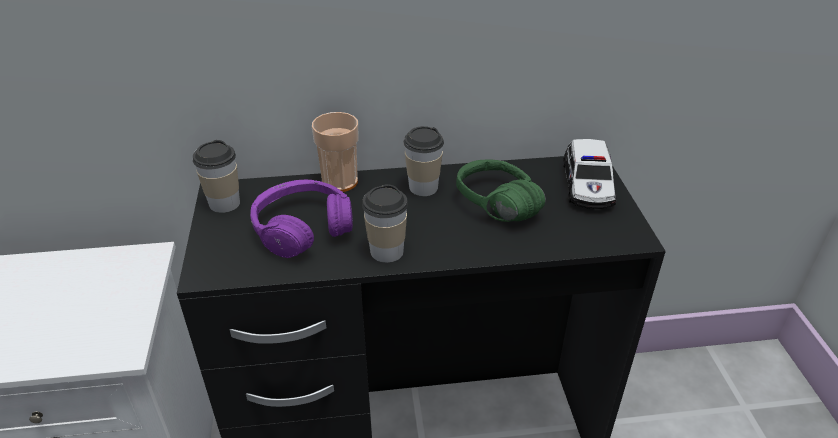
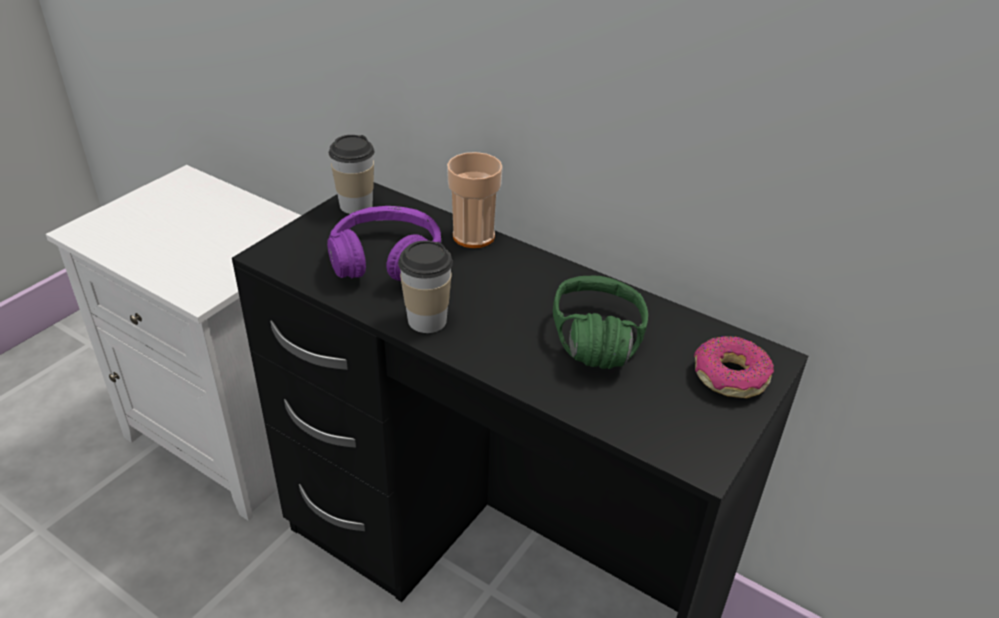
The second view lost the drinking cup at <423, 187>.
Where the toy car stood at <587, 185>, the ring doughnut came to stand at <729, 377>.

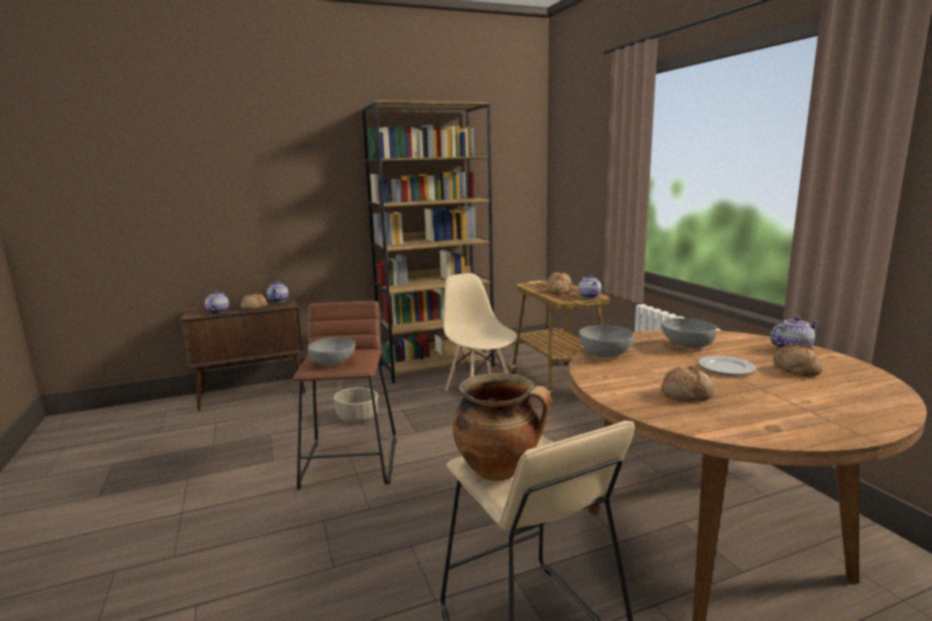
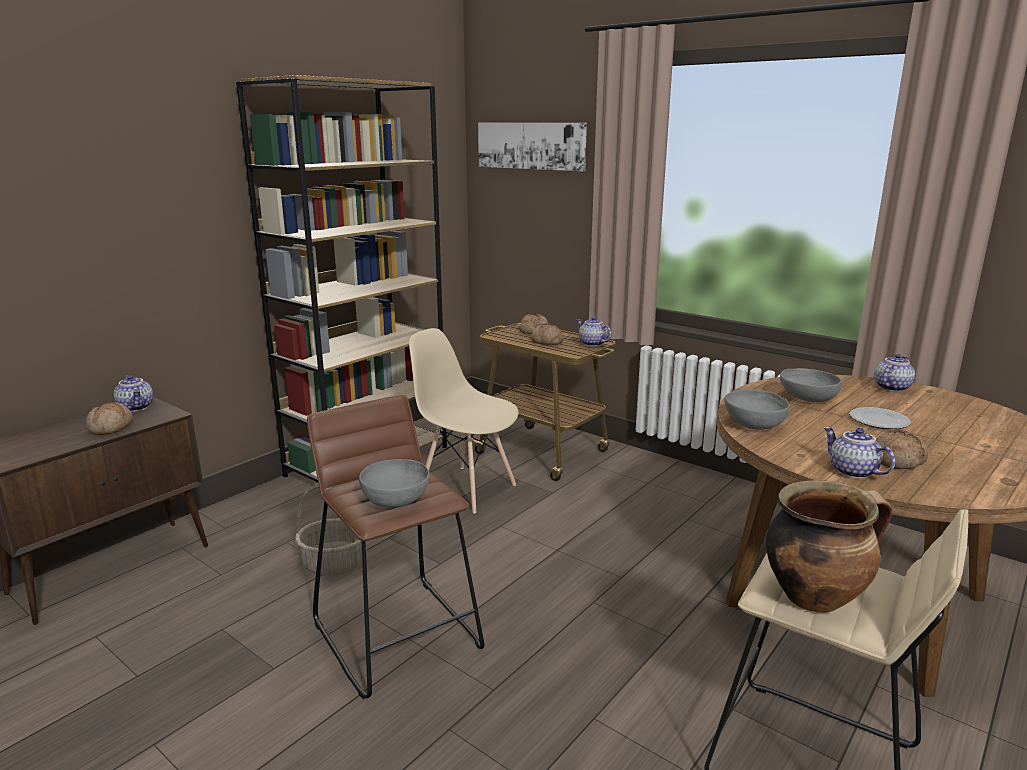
The teapot ended up elsewhere, having gone from <217, 312> to <851, 471>.
The second view lost the bread at <795, 369>.
The second view gained the wall art at <531, 145>.

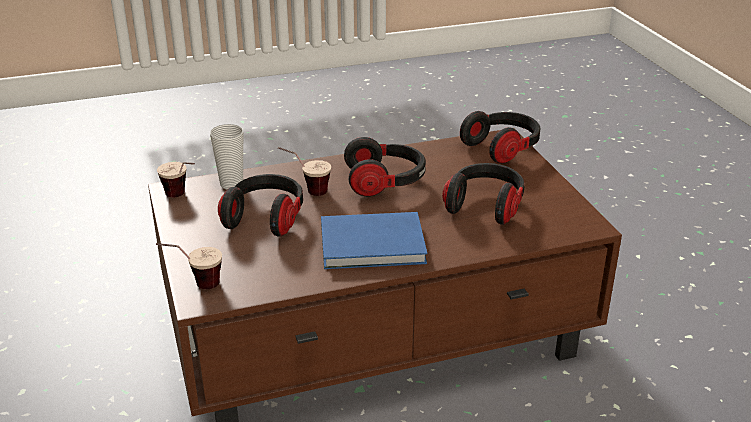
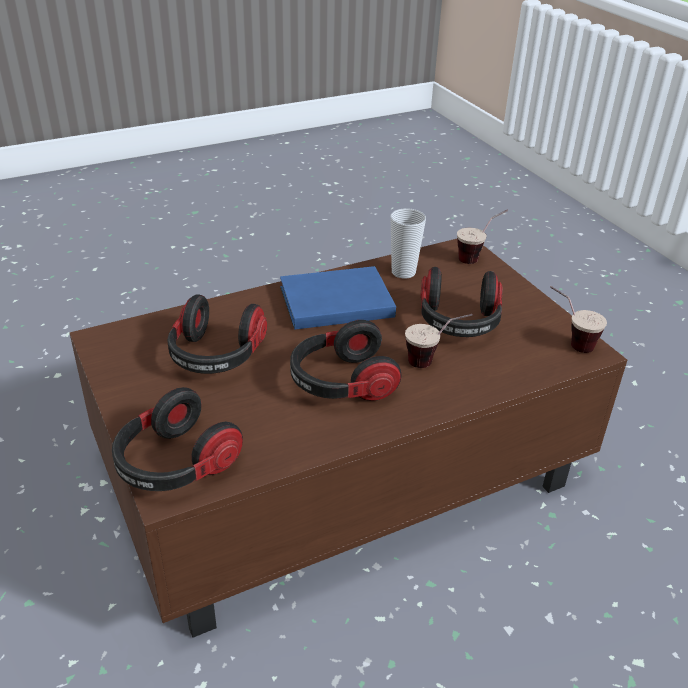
The drinking cup ended up elsewhere, having gone from <231, 184> to <403, 272>.

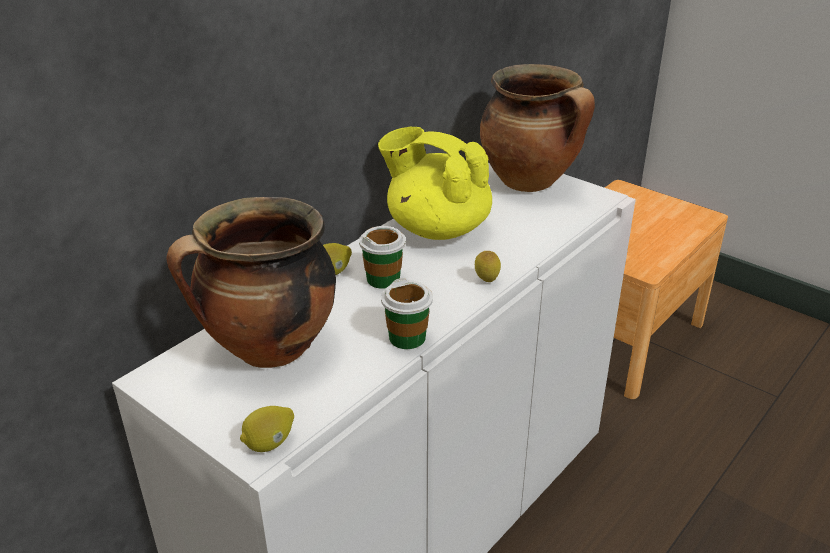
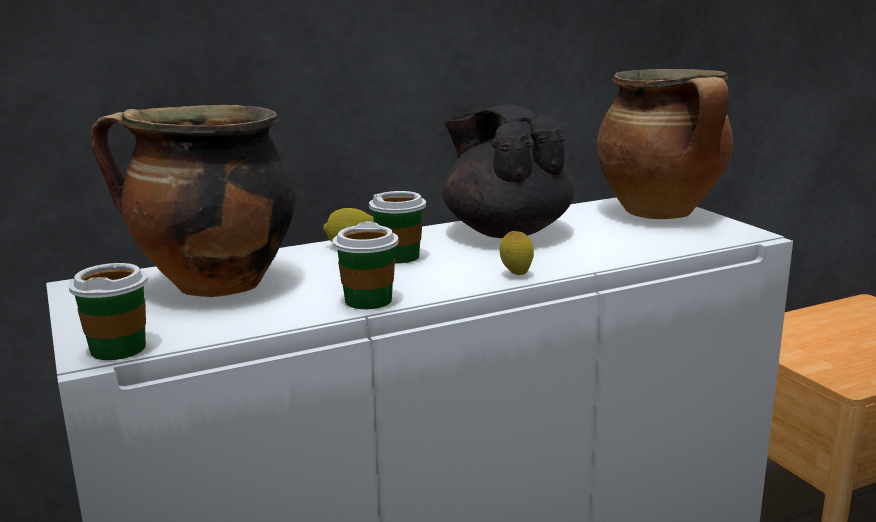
What was the yellowish teapot at <436, 228> turned into the black-coloured teapot at <506, 231>.
Where the citrus fruit stood at <269, 443>, the drinking cup came to stand at <118, 348>.

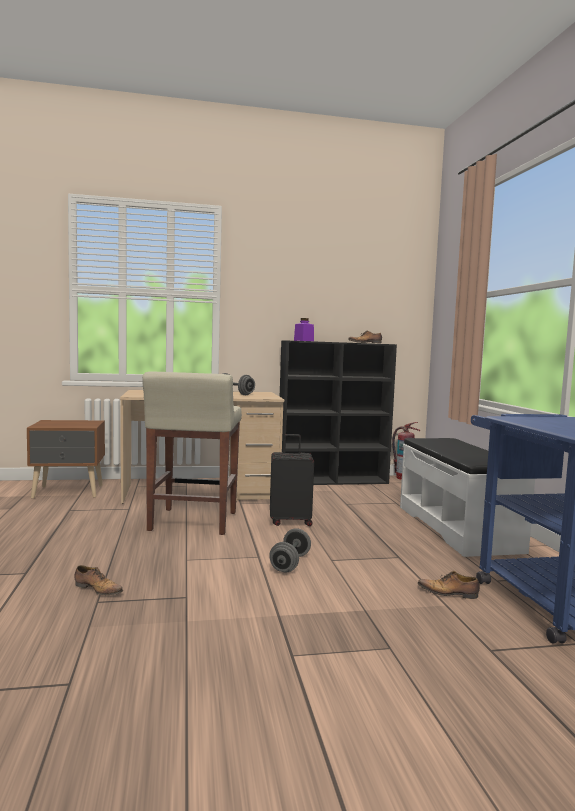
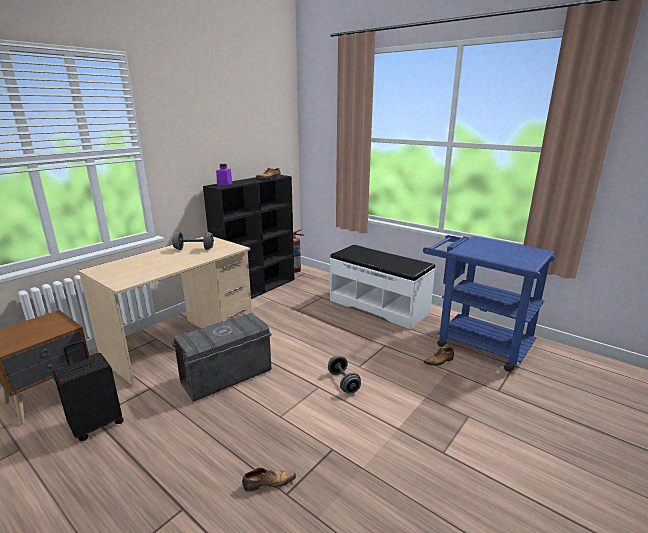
Where the beige-coloured stool seat stood at <193, 522>, the gray storage box came to stand at <226, 377>.
The black-coloured travel case ended up elsewhere, having gone from <290, 521> to <97, 424>.

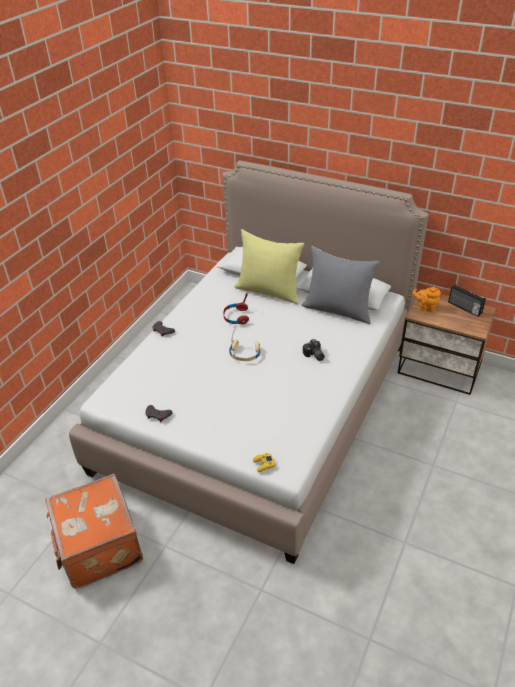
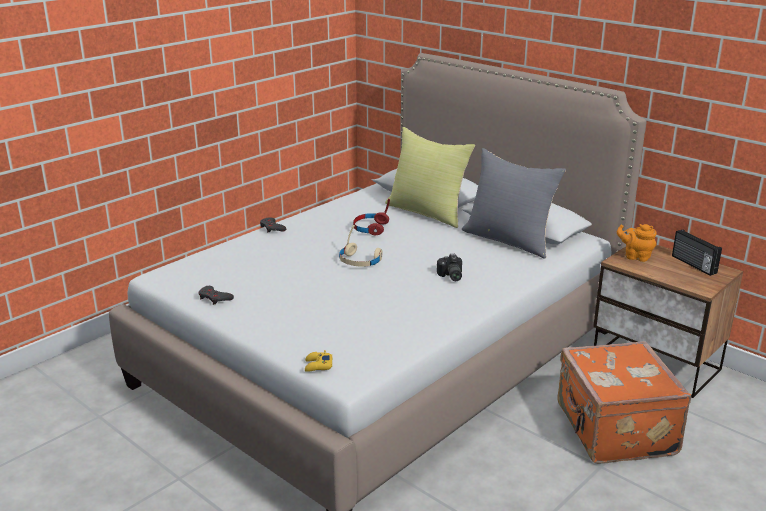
The orangey travel case ended up elsewhere, having gone from <98, 547> to <613, 430>.

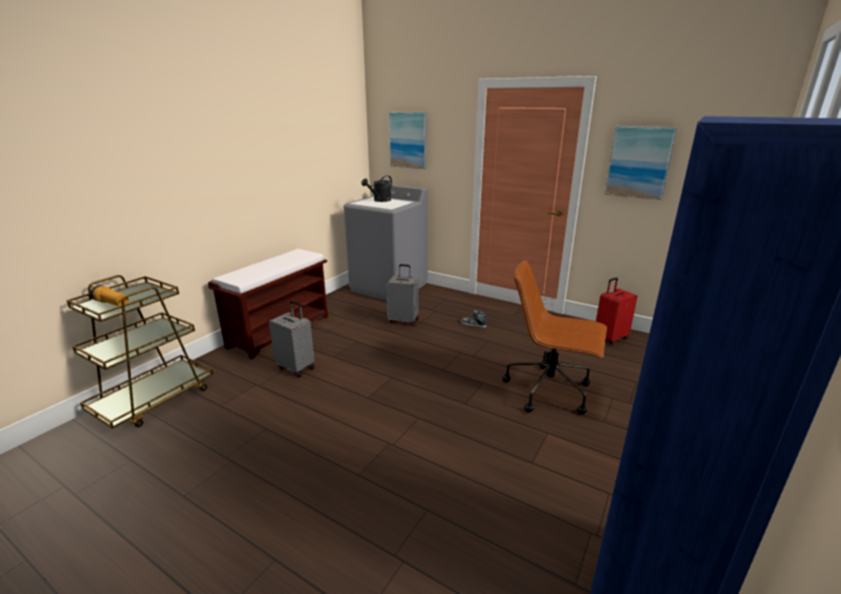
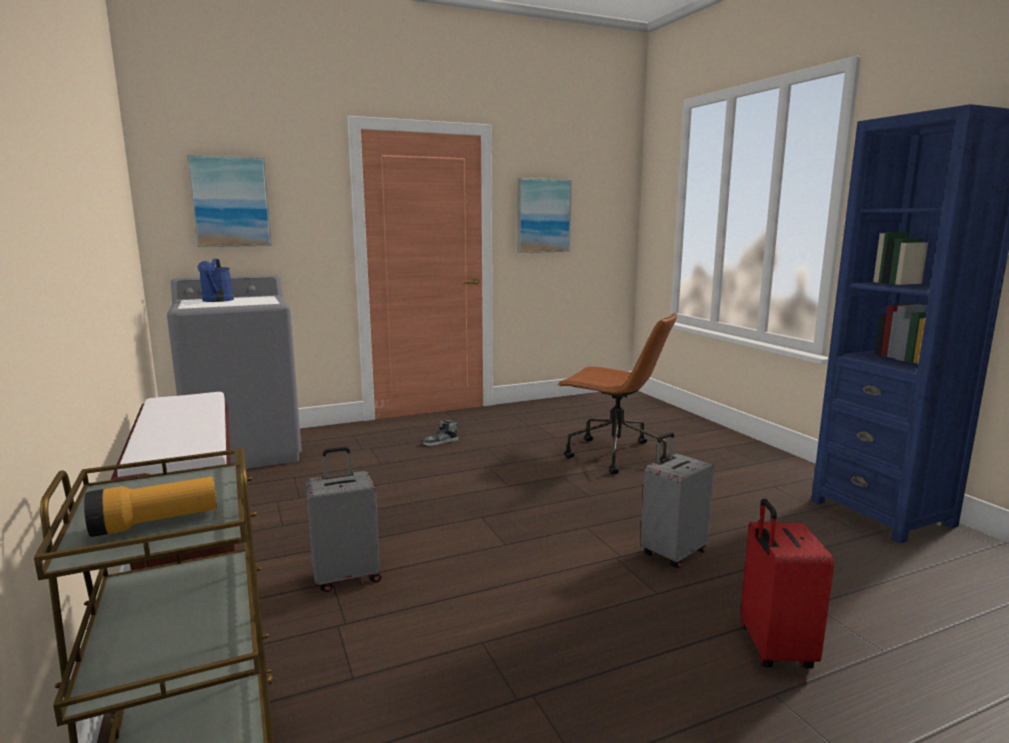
What was the black-coloured sprinkling can at <379, 200> turned into the bluish sprinkling can at <217, 301>.
The brown office chair at <549, 390> ended up facing another way, 120 degrees counterclockwise from before.
The gray travel case ended up elsewhere, having gone from <404, 320> to <672, 553>.
The reddish travel case ended up elsewhere, having gone from <610, 337> to <773, 648>.

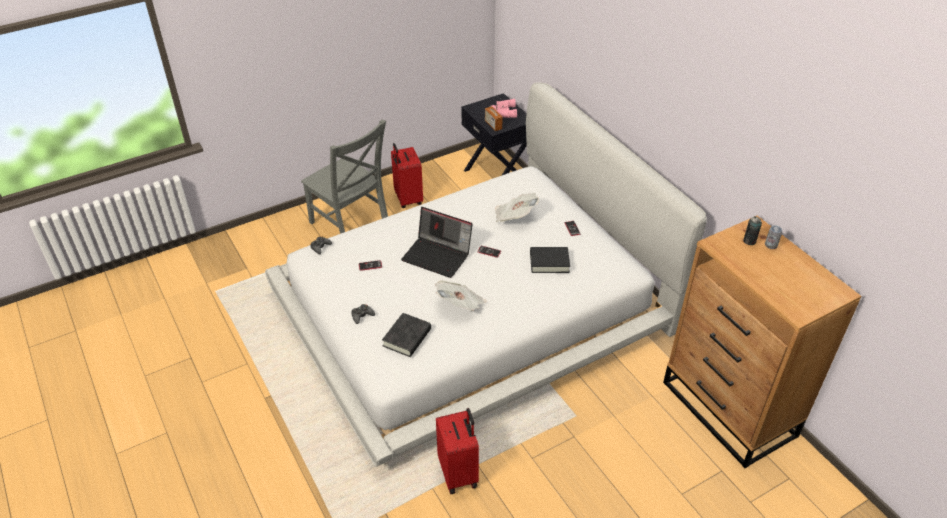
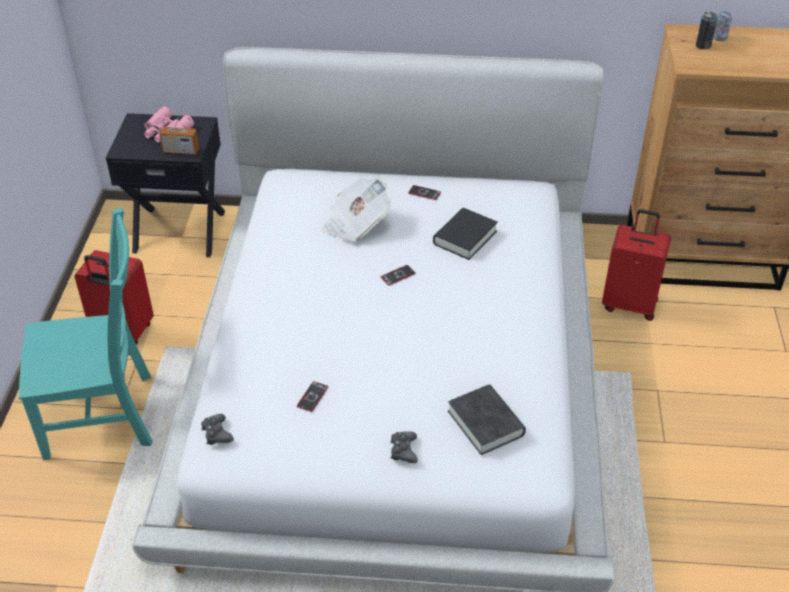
What was the gray plain chair at <351, 225> turned into the turquoise-coloured plain chair at <105, 416>.
The second view lost the notebook computer at <438, 256>.
The second view lost the printed paper at <461, 305>.
The reddish travel case ended up elsewhere, having gone from <459, 473> to <629, 304>.

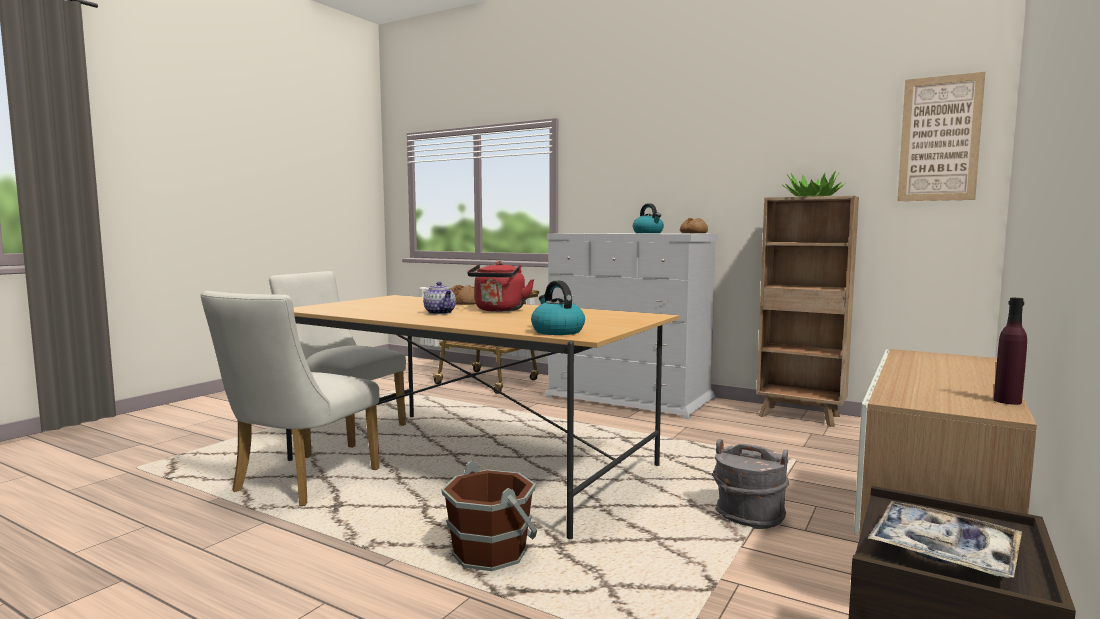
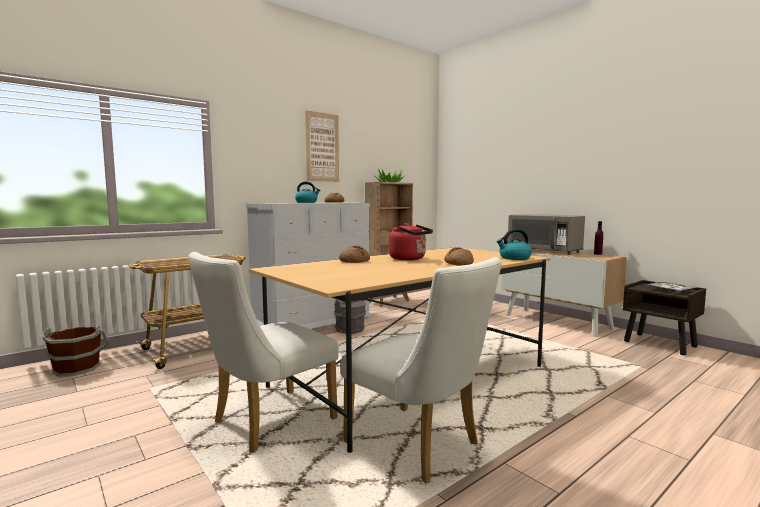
The wall art ended up elsewhere, having gone from <939, 139> to <322, 147>.
The second view lost the teapot at <440, 313>.
The gray pail ended up elsewhere, having gone from <749, 516> to <350, 330>.
The brown pail ended up elsewhere, having gone from <491, 553> to <77, 368>.
The second view gained the gray microwave oven at <544, 251>.
The second view gained the bread at <458, 263>.

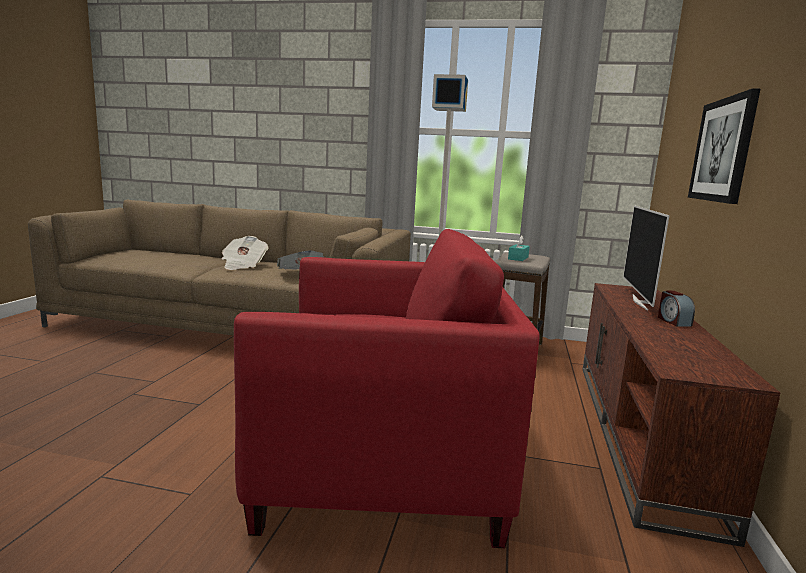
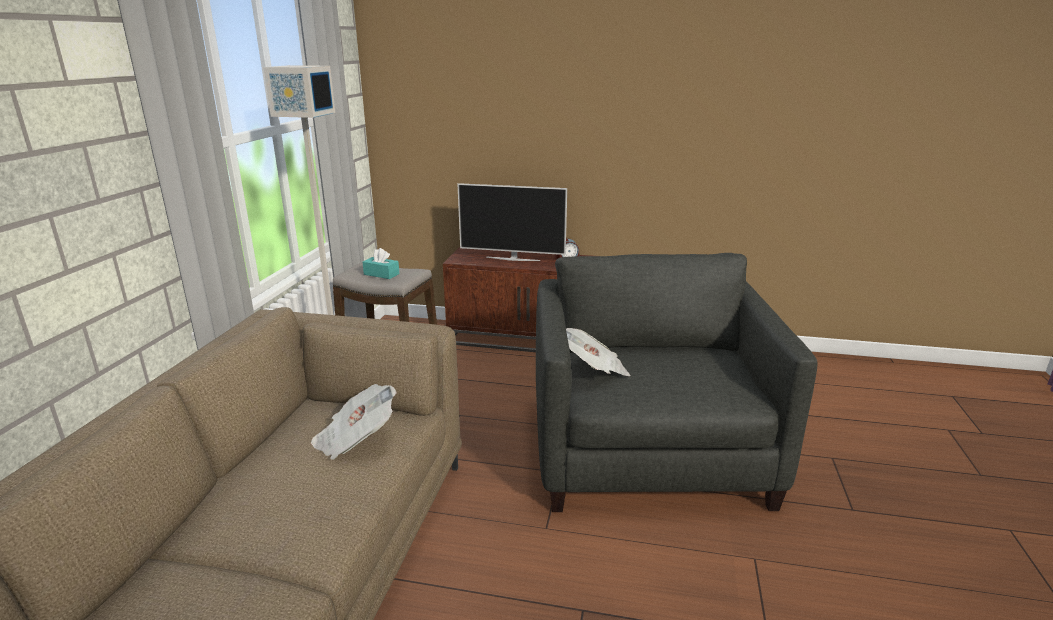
The second view lost the wall art at <722, 150>.
What was the reddish armchair at <381, 458> turned into the gray armchair at <648, 453>.
The printed paper ended up elsewhere, having gone from <243, 265> to <594, 369>.

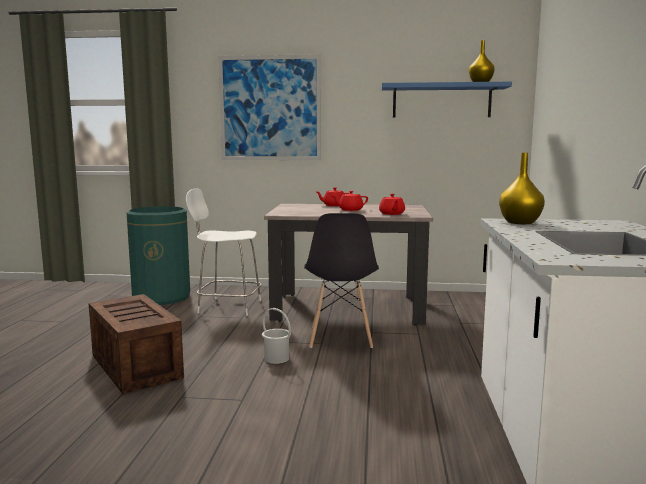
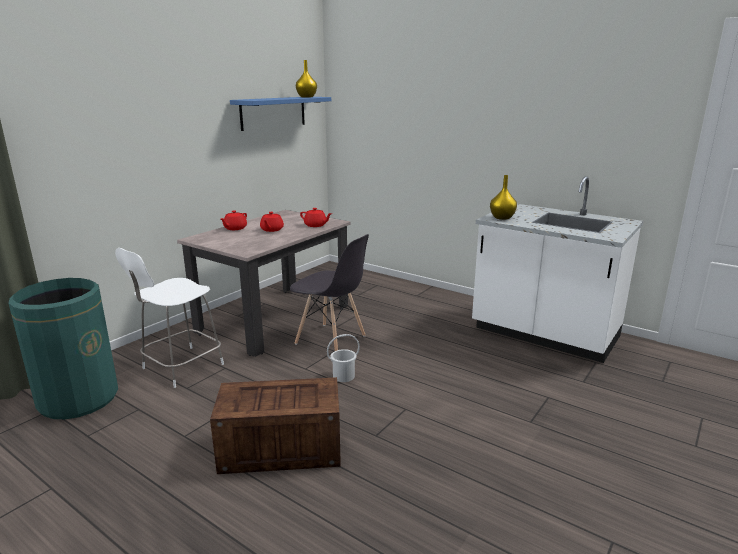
The second view lost the wall art at <270, 108>.

